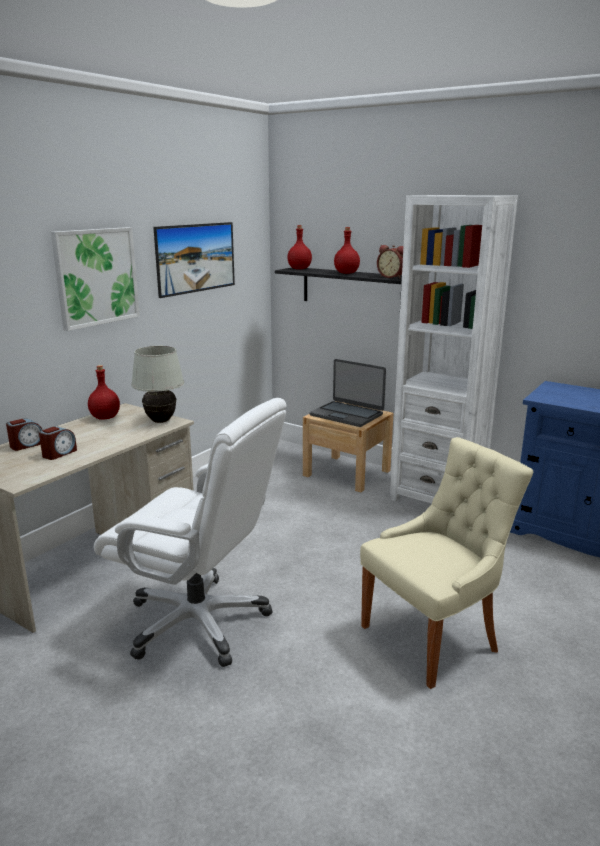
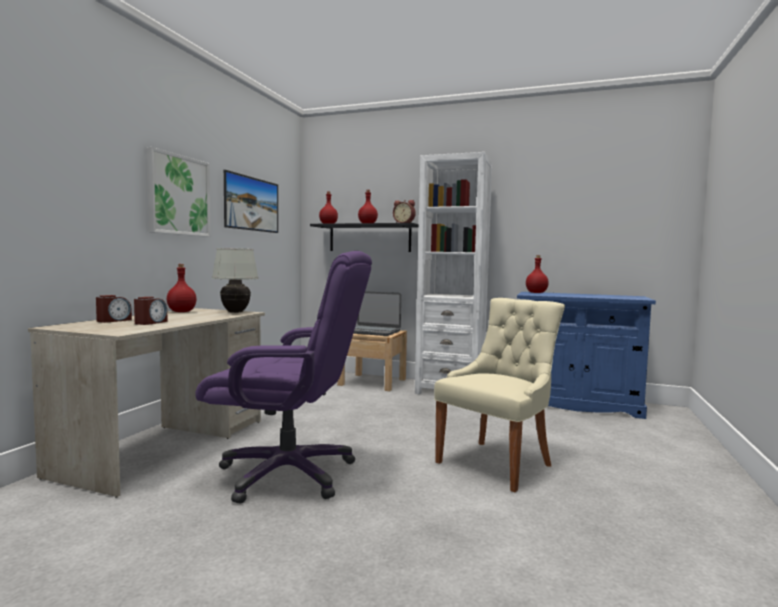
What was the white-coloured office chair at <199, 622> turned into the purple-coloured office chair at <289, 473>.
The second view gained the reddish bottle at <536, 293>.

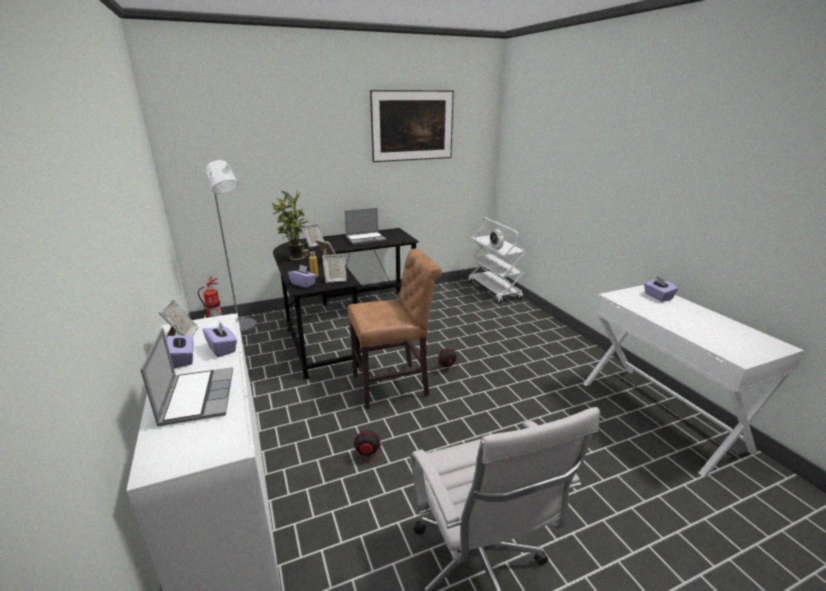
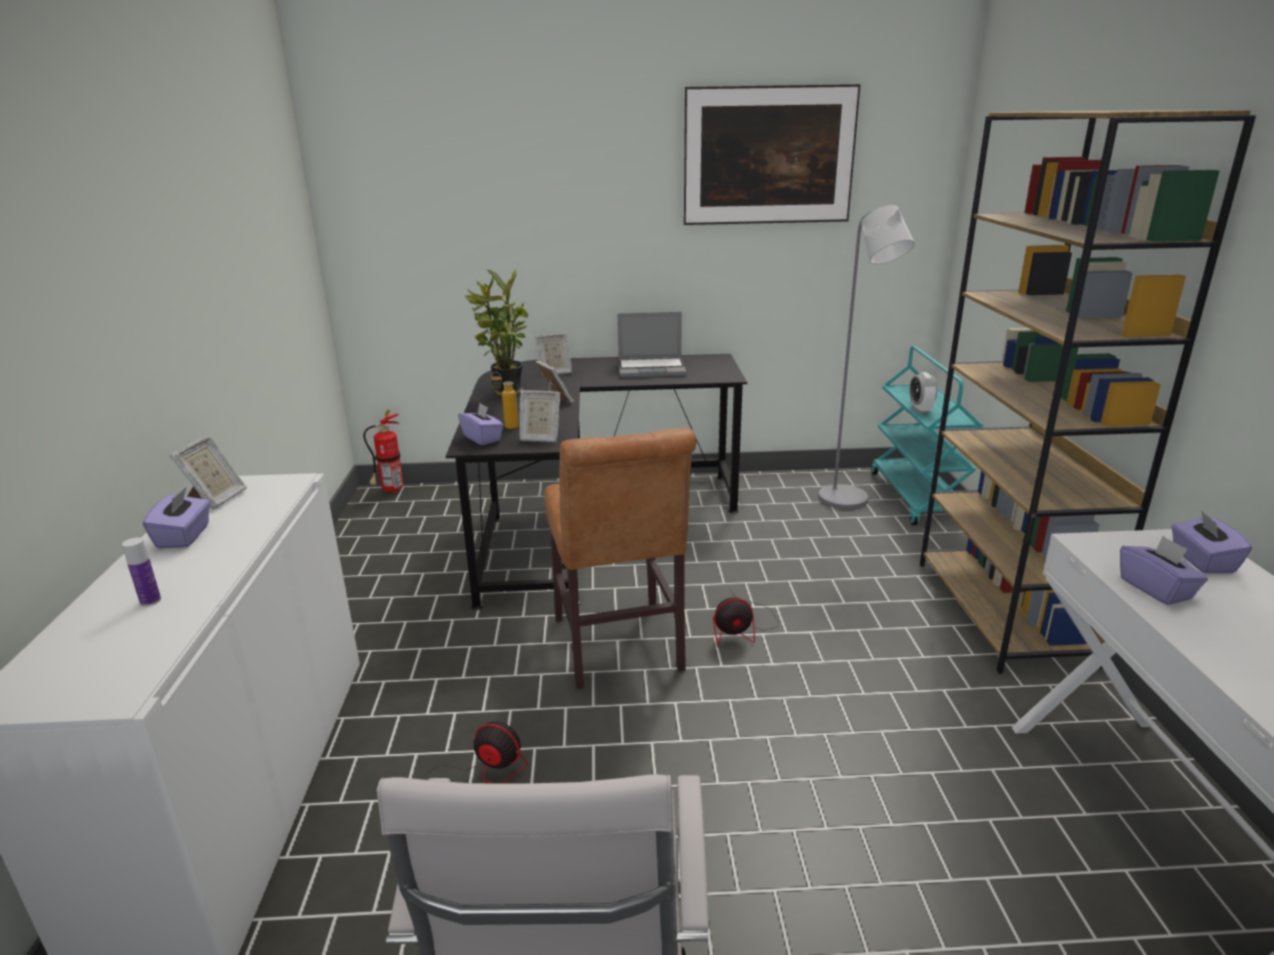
The gray standard lamp ended up elsewhere, having gone from <245, 328> to <849, 502>.
What was the white-coloured cart at <494, 290> turned into the turquoise-coloured cart at <917, 498>.
The brown plain chair at <394, 385> ended up facing another way, 75 degrees clockwise from before.
The purple-coloured tissue box ended up elsewhere, having gone from <222, 349> to <1156, 589>.
Where the notebook computer stood at <197, 397>, the bottle came to stand at <150, 601>.
The second view gained the brown shelving unit at <1004, 612>.

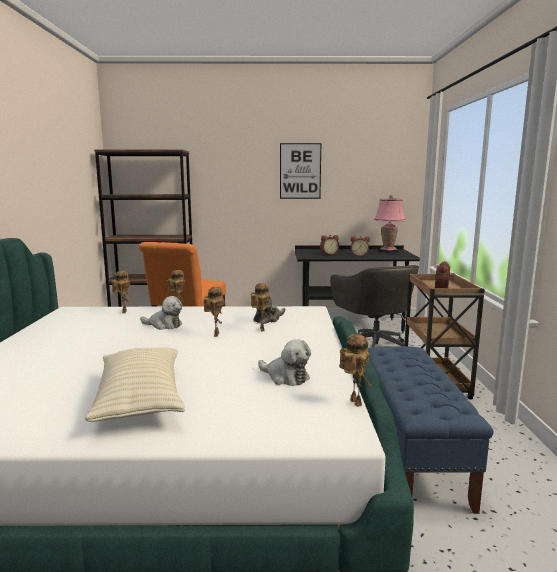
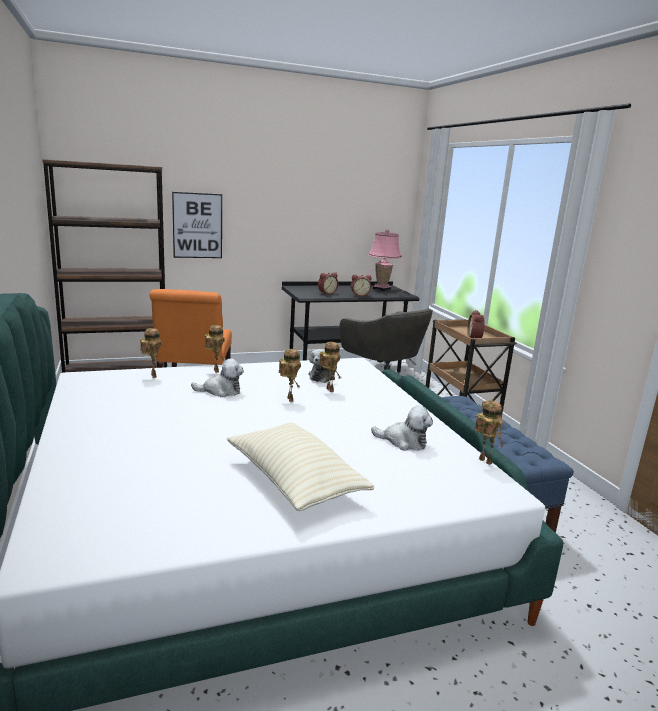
The wall art ended up elsewhere, having gone from <300, 171> to <197, 225>.

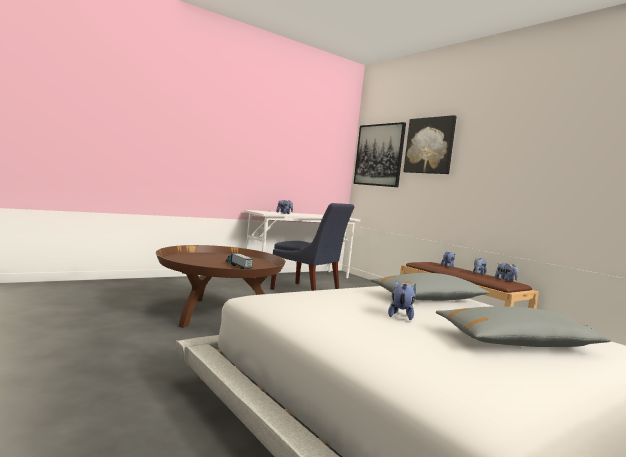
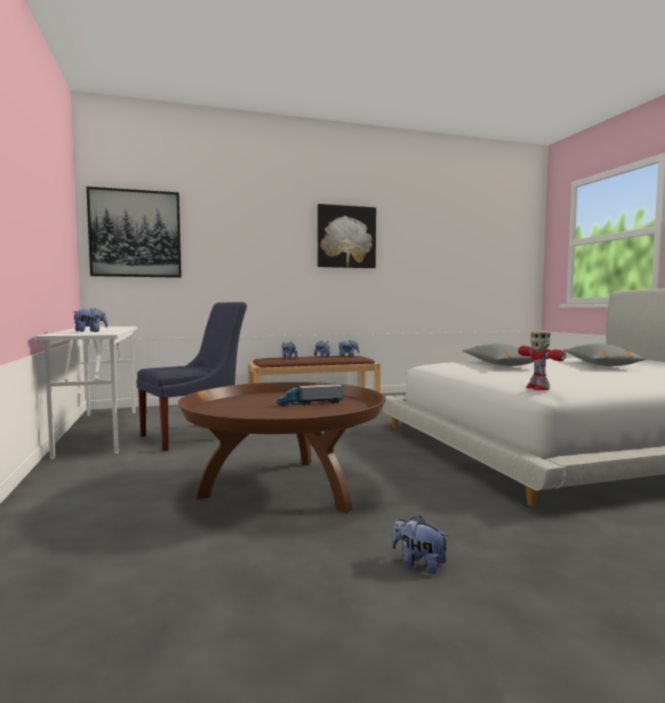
The wall art ended up elsewhere, having gone from <429, 145> to <346, 237>.
The soft toy ended up elsewhere, having gone from <401, 316> to <419, 563>.
The second view gained the model robot at <537, 388>.

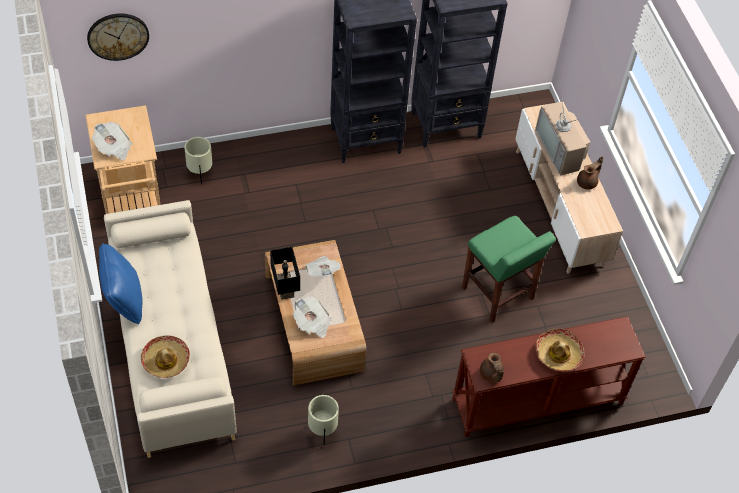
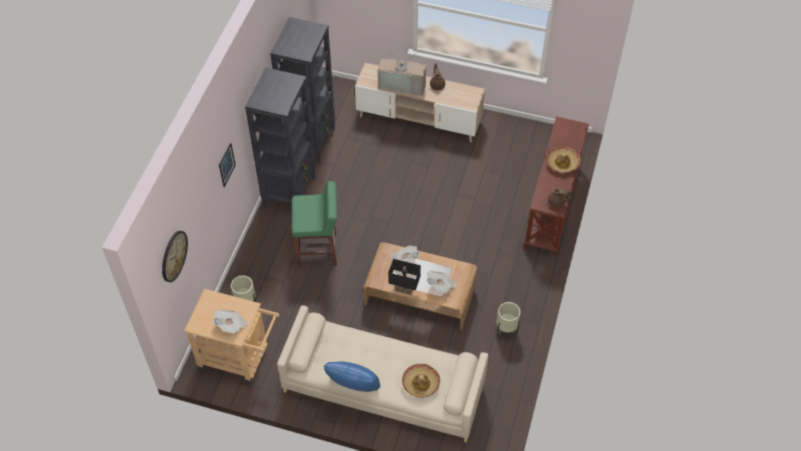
The green-coloured stool seat ended up elsewhere, having gone from <498, 294> to <318, 250>.
The second view gained the wall art at <226, 165>.

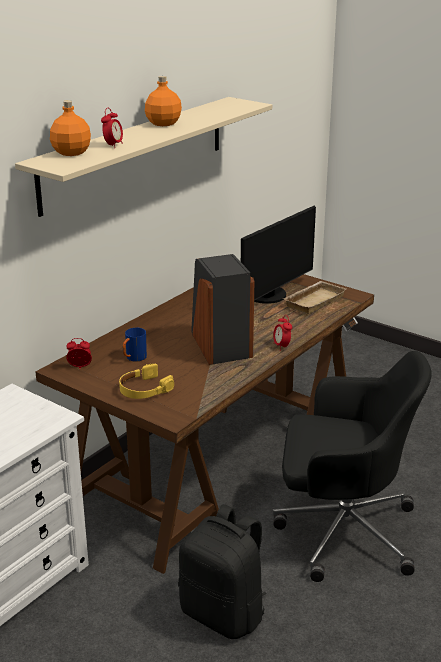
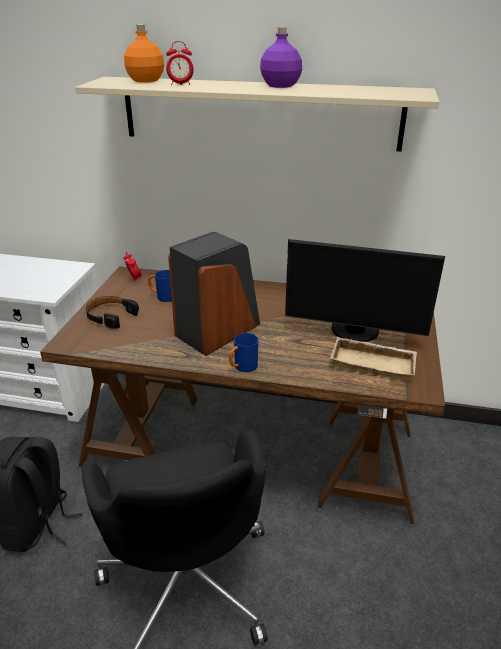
What was the orangey bottle at <163, 123> turned into the purple-coloured bottle at <280, 85>.
Where the alarm clock stood at <282, 346>, the bluish mug came to stand at <242, 368>.
What was the yellowish pair of headphones at <144, 389> turned into the black-coloured pair of headphones at <110, 316>.

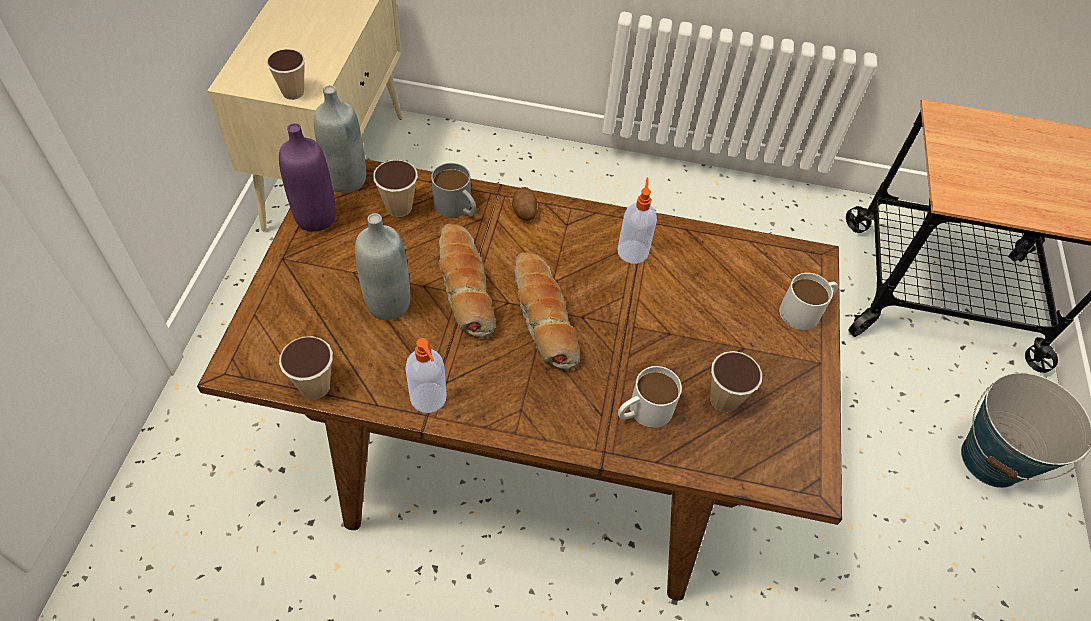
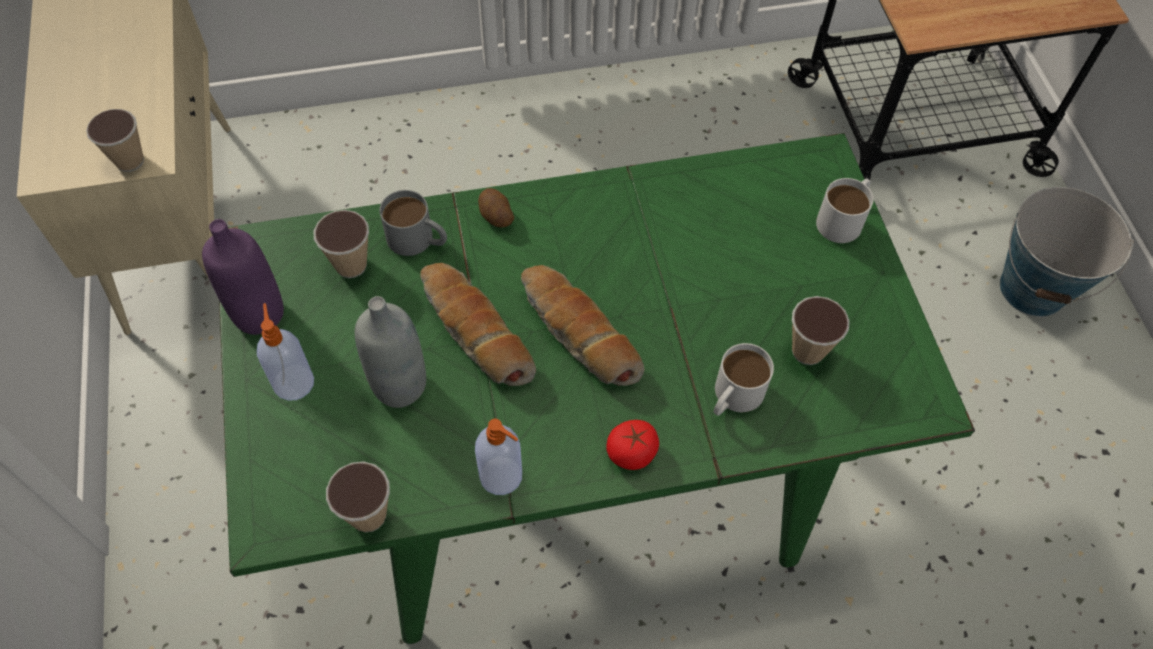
The second view lost the gray bottle at <346, 180>.
What was the brown dining table at <531, 453> turned into the green-coloured dining table at <572, 473>.
The soap dispenser ended up elsewhere, having gone from <633, 251> to <293, 381>.
The second view gained the fresh tomato at <631, 452>.

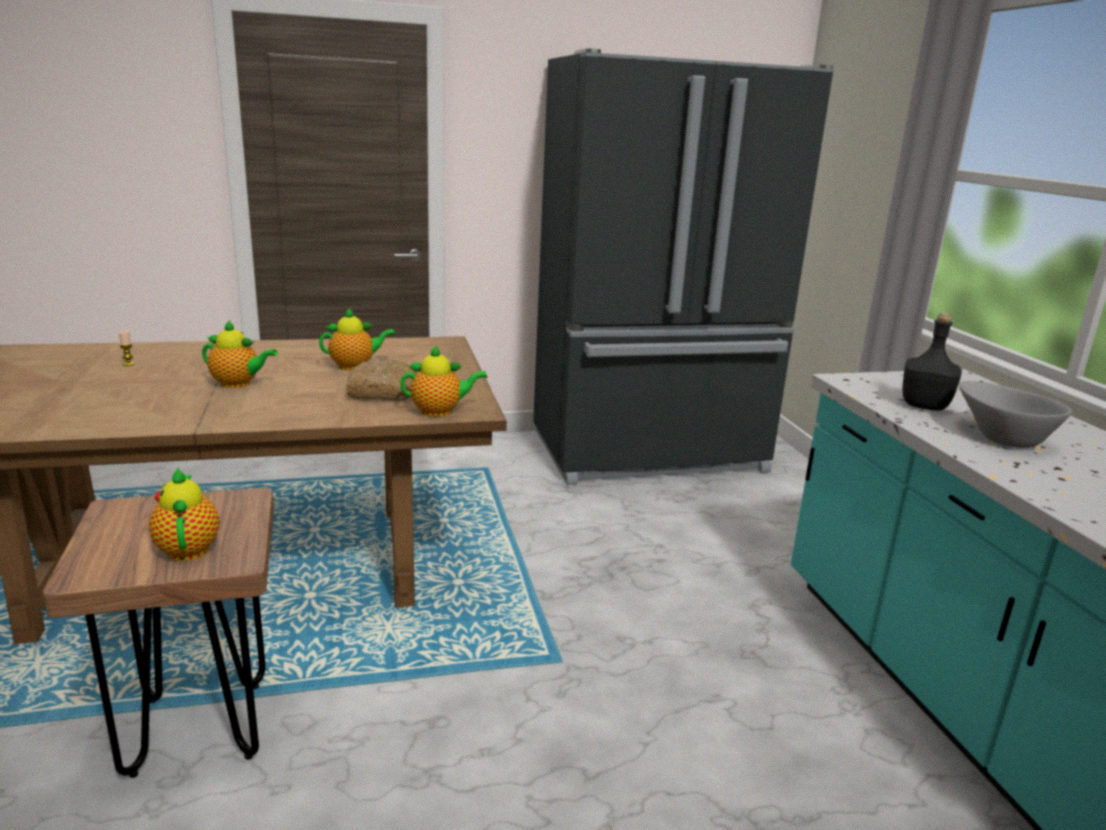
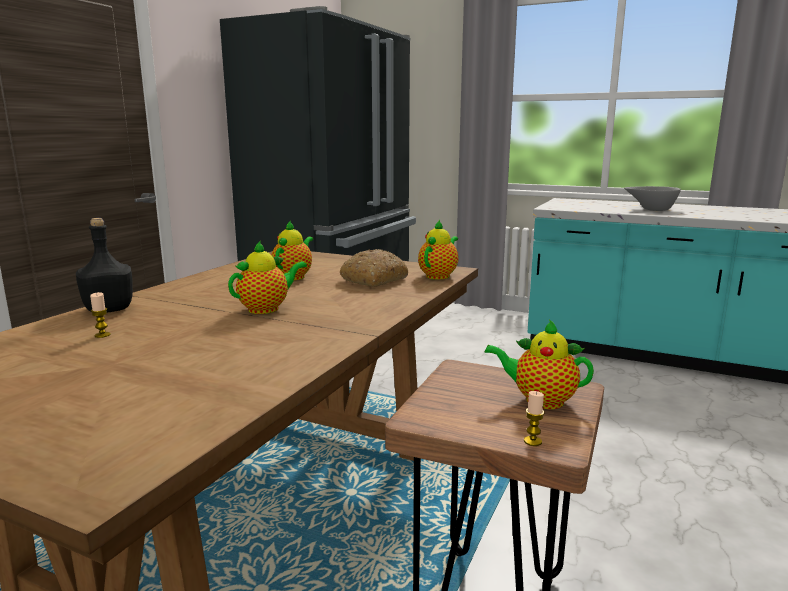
The black-coloured bottle ended up elsewhere, having gone from <923, 406> to <108, 310>.
The second view gained the wax light at <532, 441>.

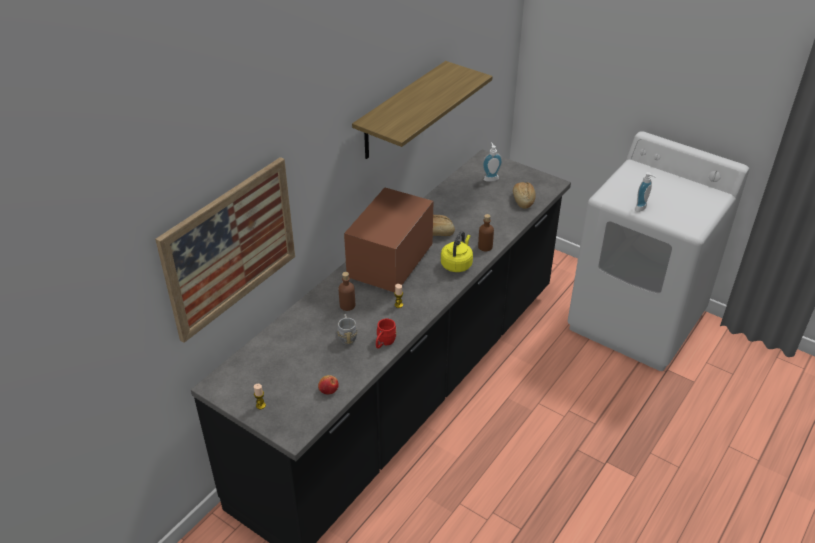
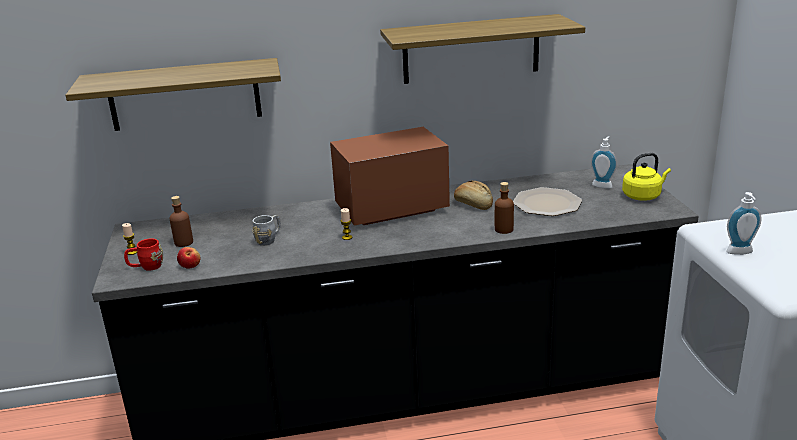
Where the wall art hung at <230, 247>, the wall shelf came to hang at <184, 95>.
The second view lost the bread at <523, 200>.
The yellowish water kettle ended up elsewhere, having gone from <457, 264> to <643, 196>.
The brown bottle ended up elsewhere, having gone from <347, 305> to <183, 242>.
The reddish mug ended up elsewhere, having gone from <384, 343> to <146, 267>.
The second view gained the dinner plate at <546, 203>.

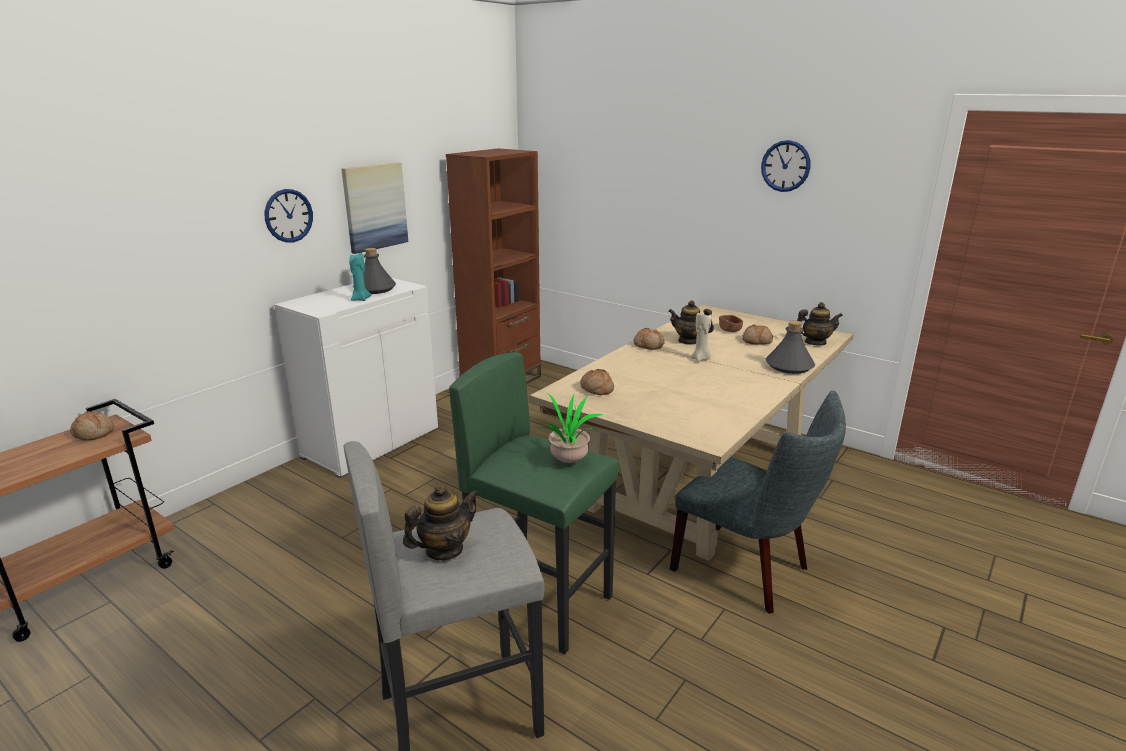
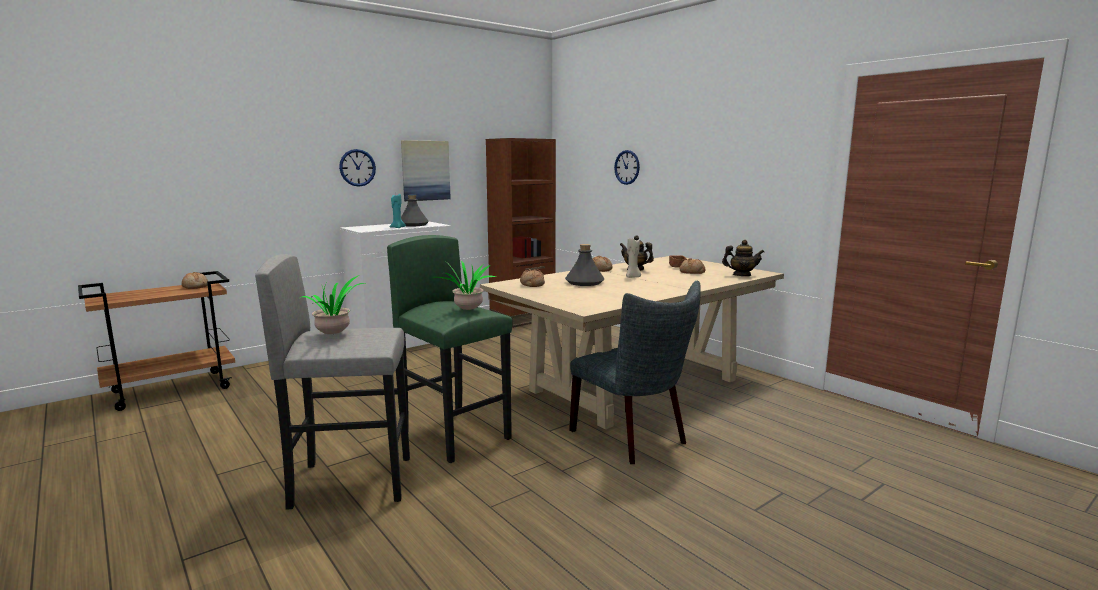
The clock on the wall ended up elsewhere, having gone from <785, 166> to <627, 167>.
The gray bottle ended up elsewhere, having gone from <789, 366> to <584, 282>.
Where the teapot stood at <444, 550>, the houseplant came to stand at <336, 334>.

